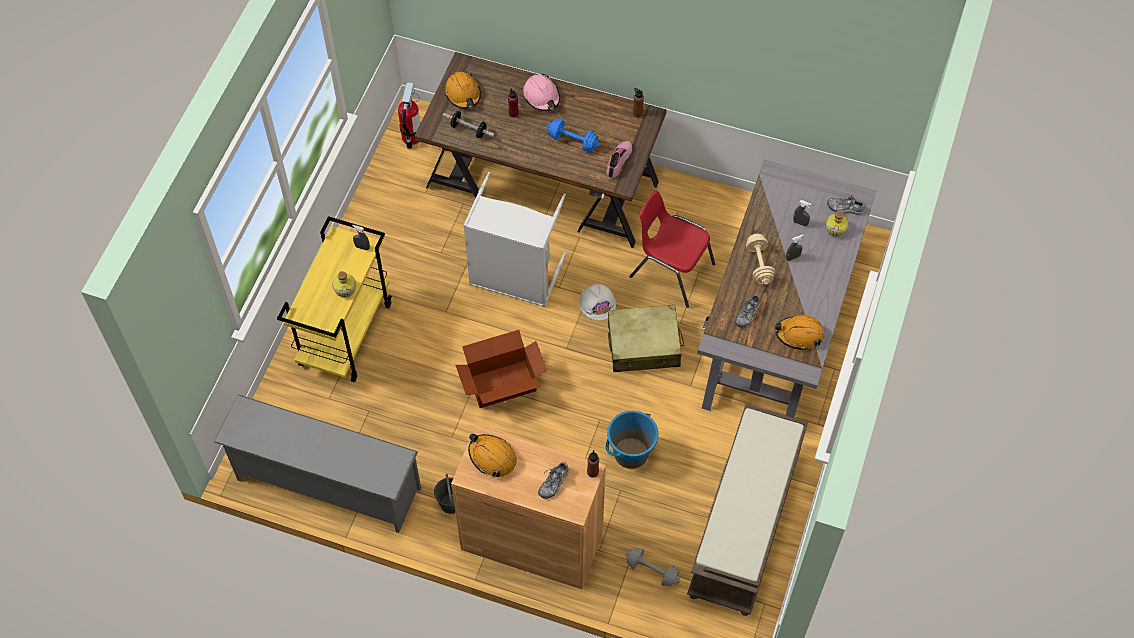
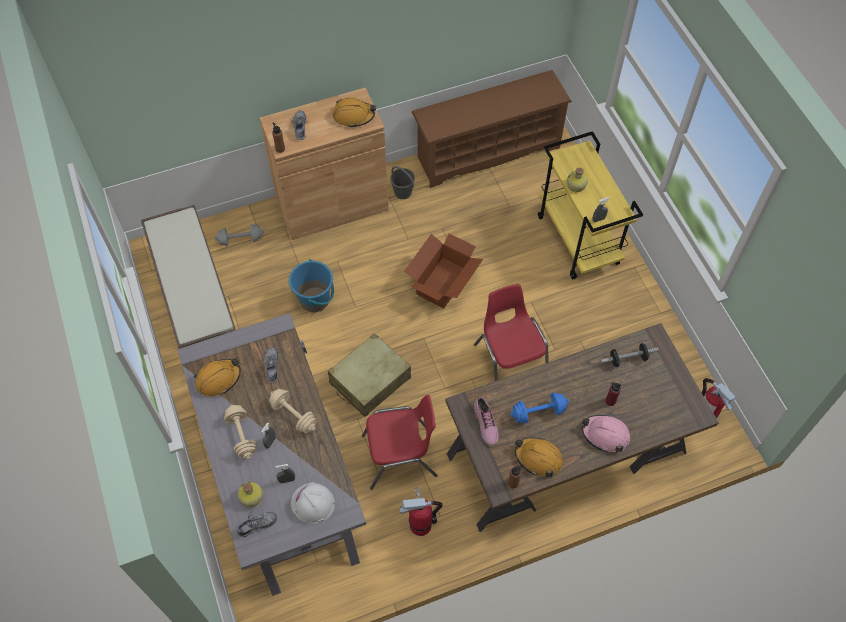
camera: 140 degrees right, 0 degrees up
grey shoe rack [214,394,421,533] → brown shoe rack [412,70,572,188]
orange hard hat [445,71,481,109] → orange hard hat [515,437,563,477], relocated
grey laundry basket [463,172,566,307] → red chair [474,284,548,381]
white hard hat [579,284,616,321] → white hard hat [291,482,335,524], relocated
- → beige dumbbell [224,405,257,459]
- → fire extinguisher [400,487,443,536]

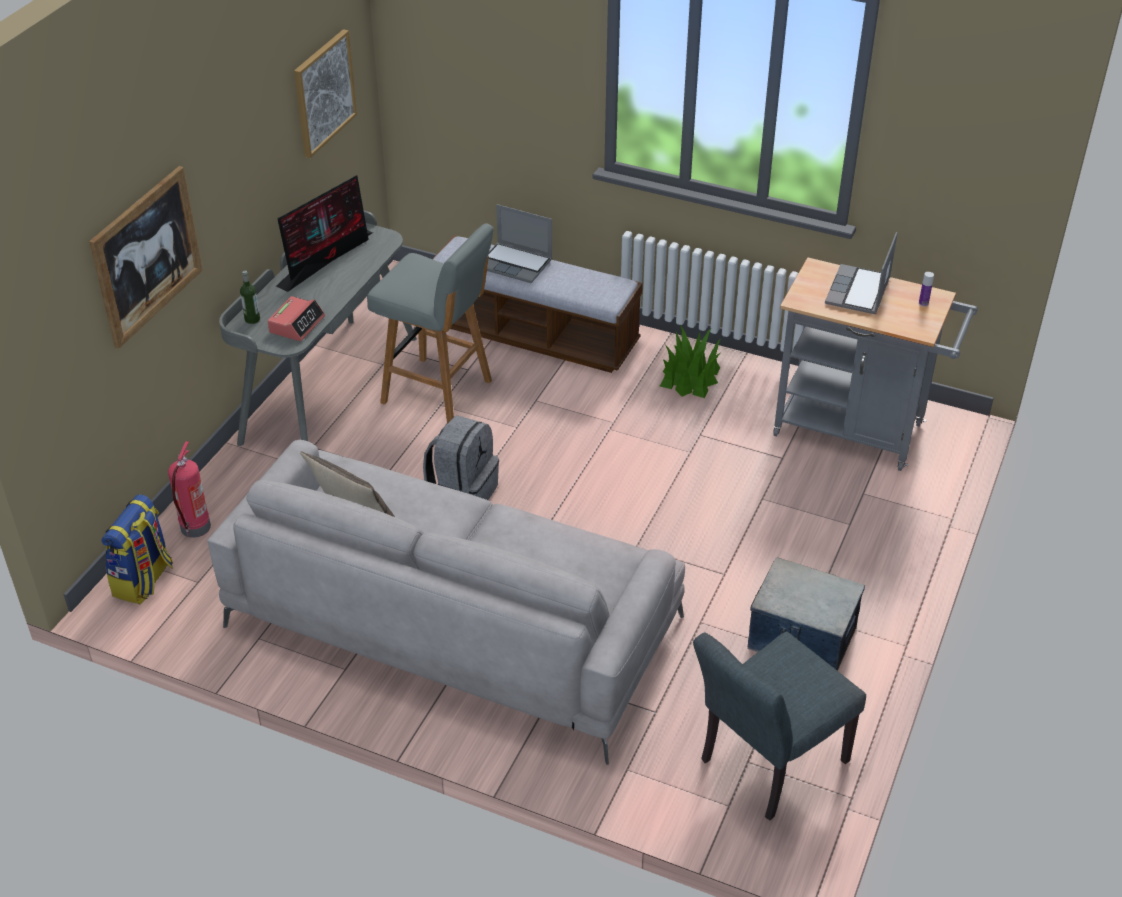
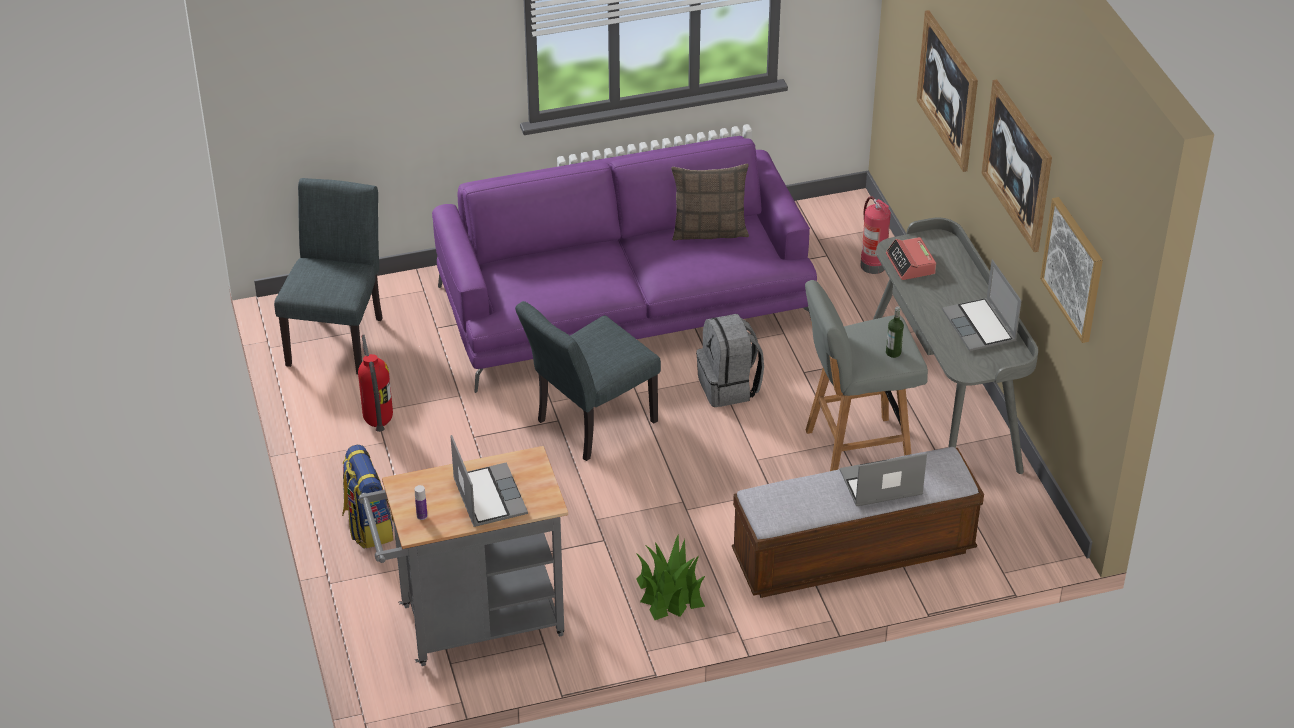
camera: 140 degrees right, 0 degrees up
backpack [101,494,173,604] → backpack [342,445,394,549], relocated
grey sofa [207,440,685,765] → purple sofa [432,136,817,393]
bottle [240,270,260,324] → bottle [886,306,904,358], relocated
monitor [276,175,373,292] → laptop [942,260,1022,351]
storage box [748,557,865,671] → fire extinguisher [358,335,393,432]
- → grey chair [515,301,661,461]
- → picture [981,79,1052,252]

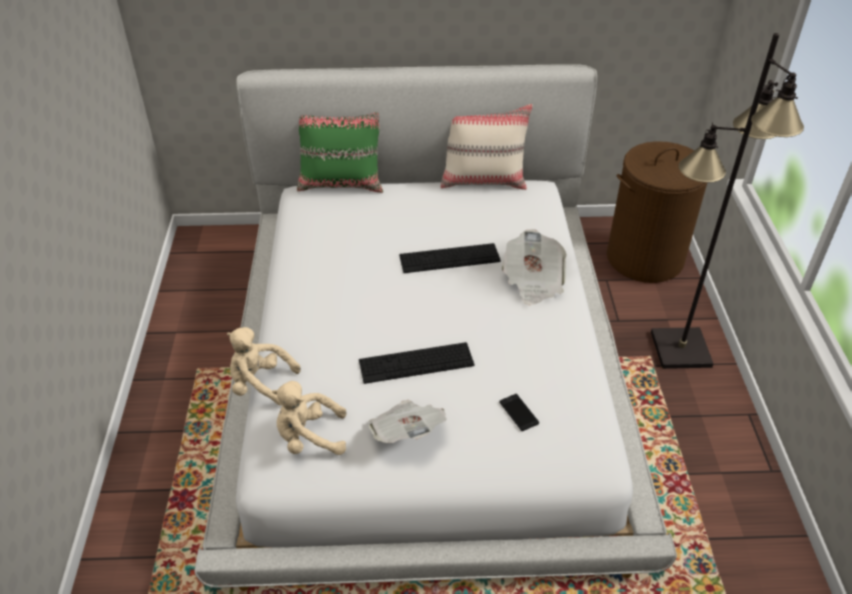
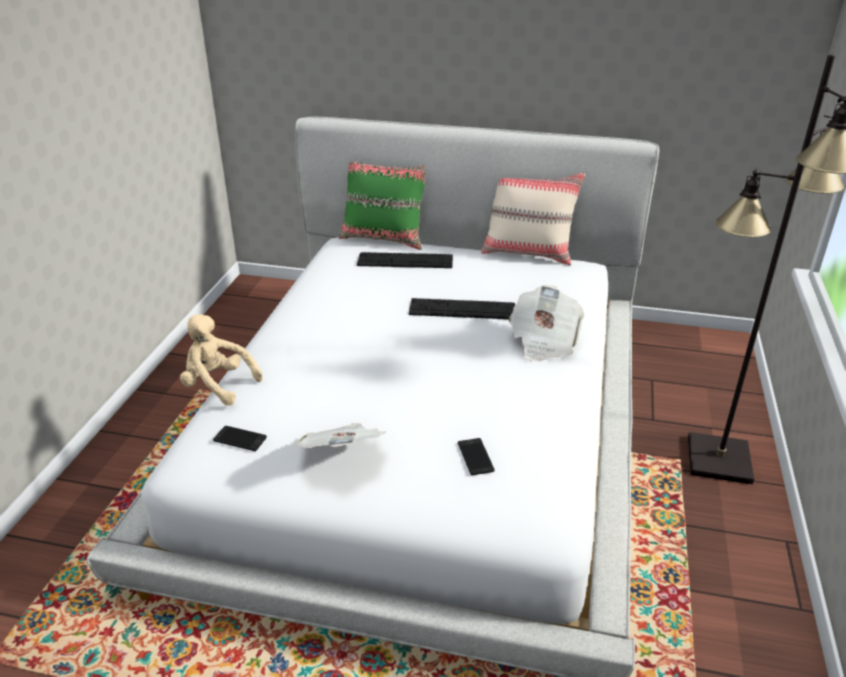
camera: 15 degrees right, 10 degrees down
beige plush toy [272,381,346,455] → phone [213,426,267,451]
keyboard [359,342,474,384] → keyboard [357,252,453,268], relocated
brown laundry basket [607,141,707,283] → -

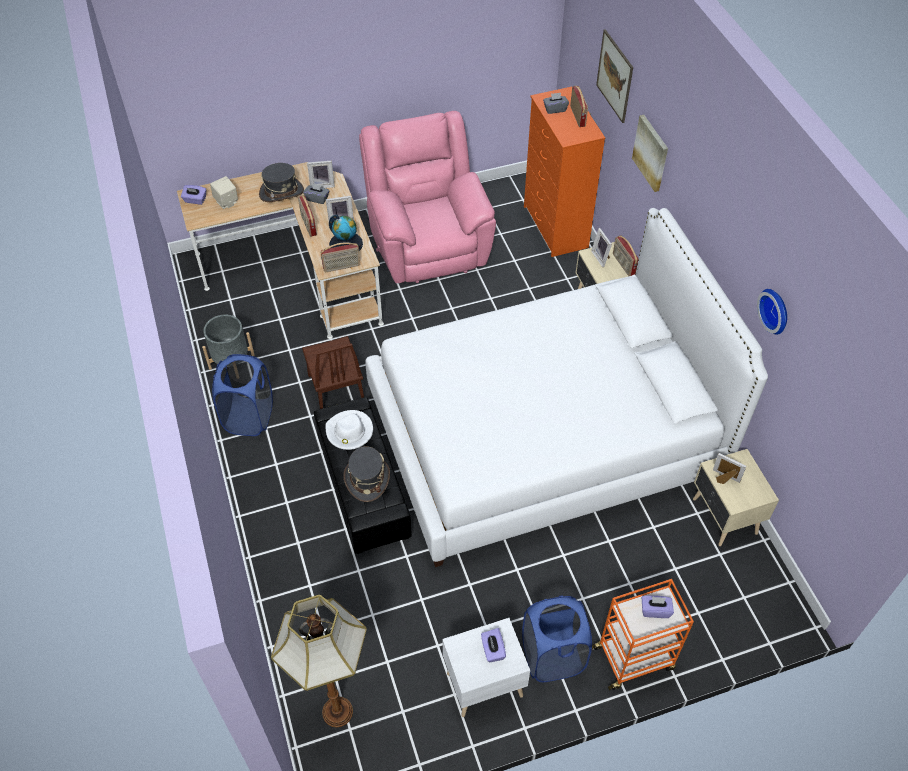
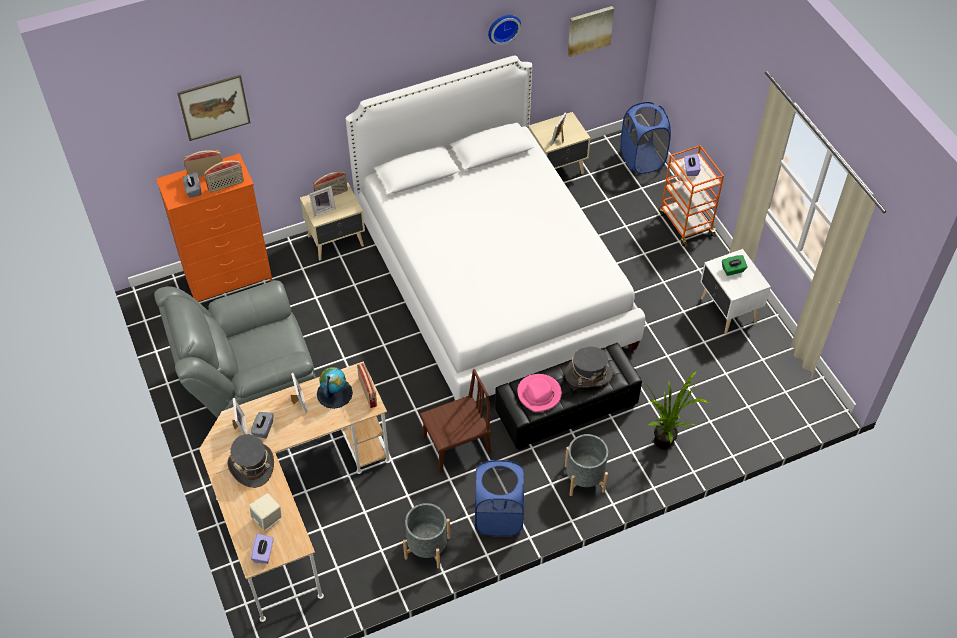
camera: 95 degrees left, 0 degrees up
floor lamp [271,595,367,727] → -
radio [298,195,317,237] → radio [204,160,244,193], relocated
white hat [326,410,373,450] → pink hat [517,374,562,412]
pink armchair [359,111,496,283] → grey armchair [154,280,316,419]
purple tissue box [481,628,506,663] → green tissue box [722,255,748,276]
blue laundry basket [522,596,592,682] → blue laundry basket [621,102,671,174], relocated
picture [632,115,668,192] → picture [568,6,614,57], relocated
- → grey planter [565,434,608,496]
- → potted plant [644,370,709,450]

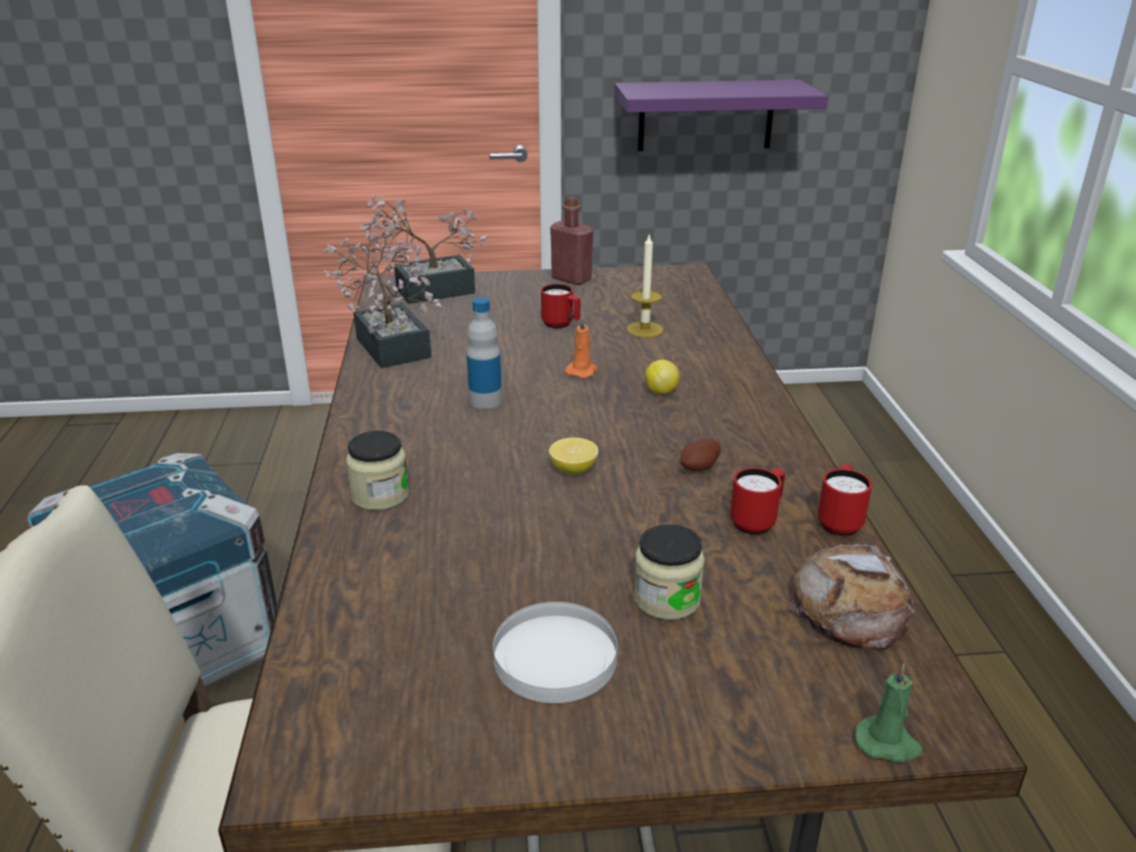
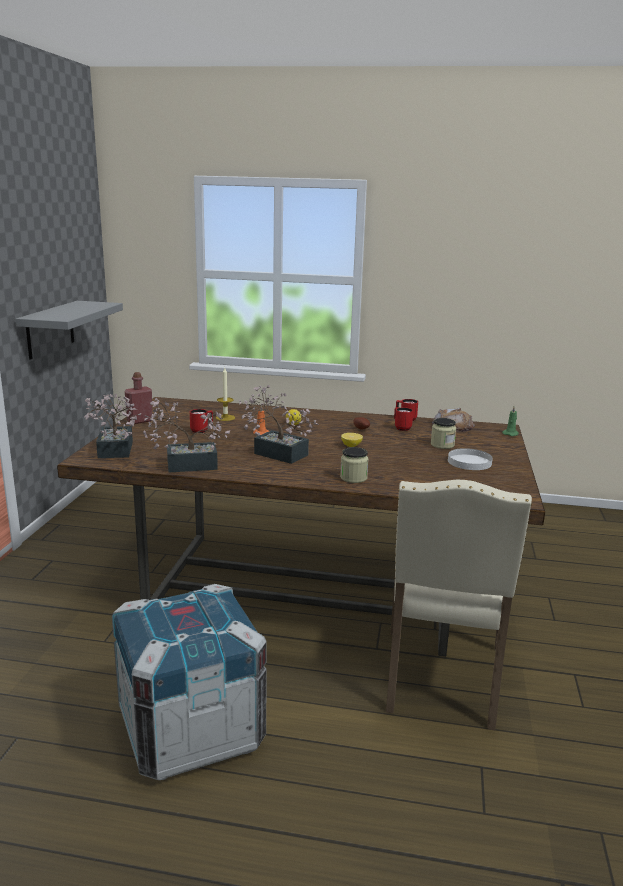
camera: 75 degrees left, 10 degrees down
bottle [467,297,502,409] → potted plant [239,385,319,464]
purple shelf [615,80,828,151] → grey shelf [15,301,123,360]

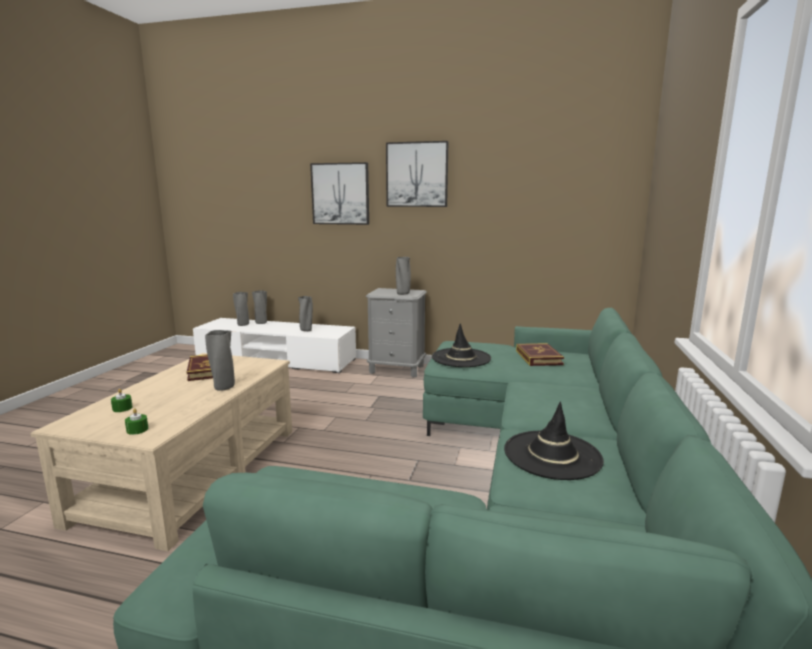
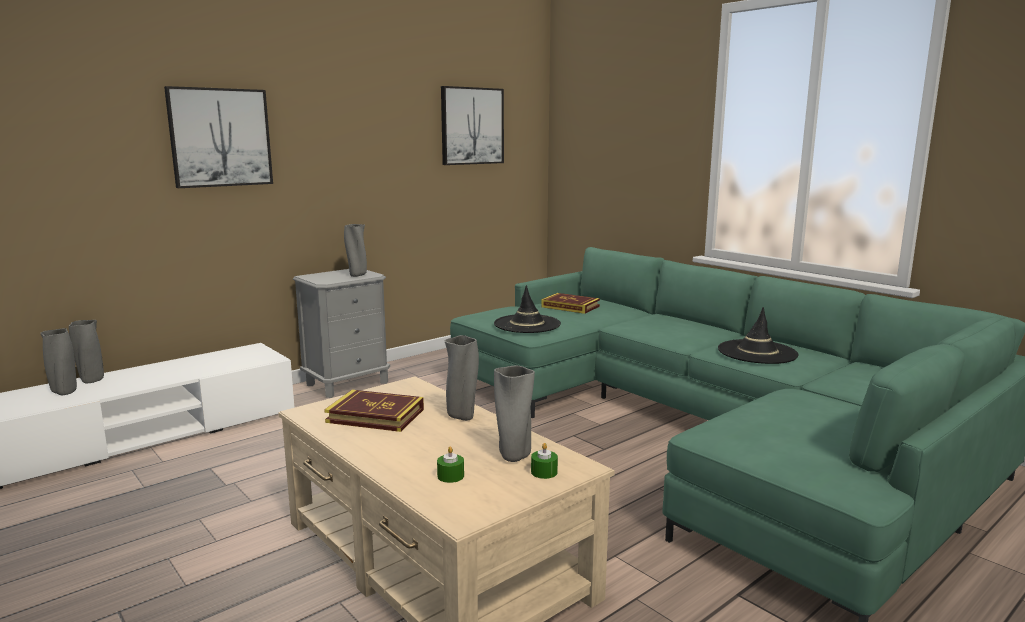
camera: 55 degrees left, 0 degrees up
grey vase [298,296,313,331] → grey vase [494,366,535,462], relocated
picture [386,141,449,207] → picture [441,86,504,165], relocated

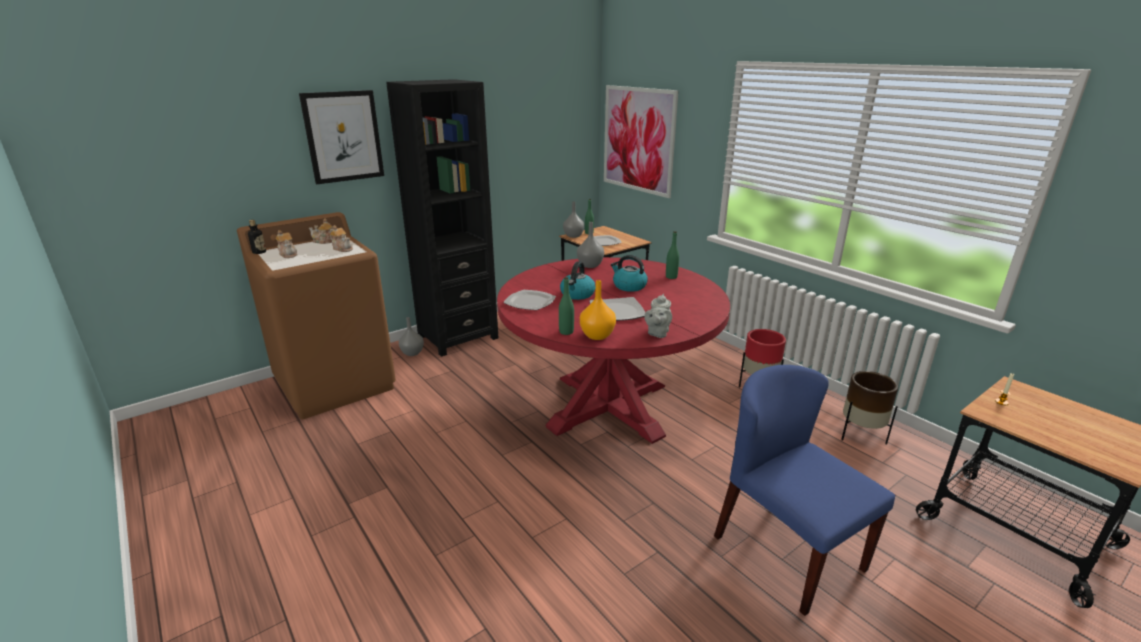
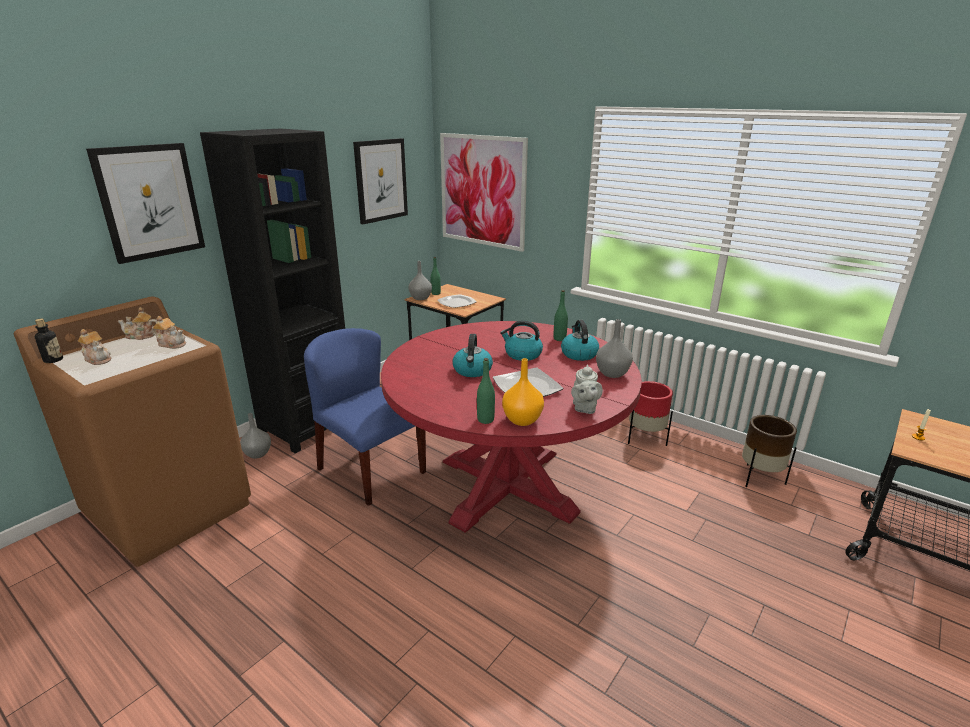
camera: 15 degrees left, 0 degrees up
plate [503,290,556,310] → -
grey vase [577,222,604,268] → grey vase [596,319,633,378], relocated
blue chair [714,365,895,616] → blue chair [304,328,426,506], relocated
- → picture [353,138,408,224]
- → kettle [561,320,599,361]

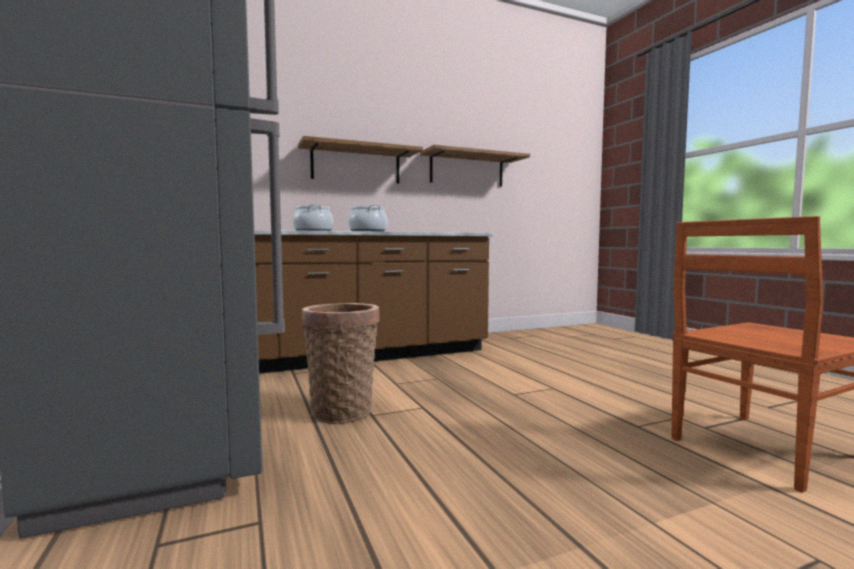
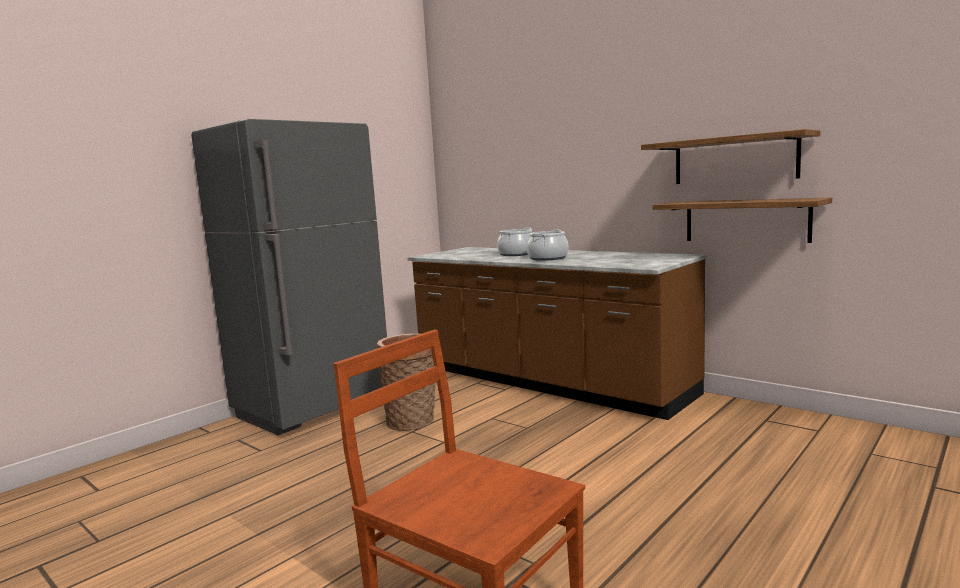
camera: 65 degrees right, 5 degrees up
shelf [298,136,423,184] → shelf [652,197,832,243], relocated

